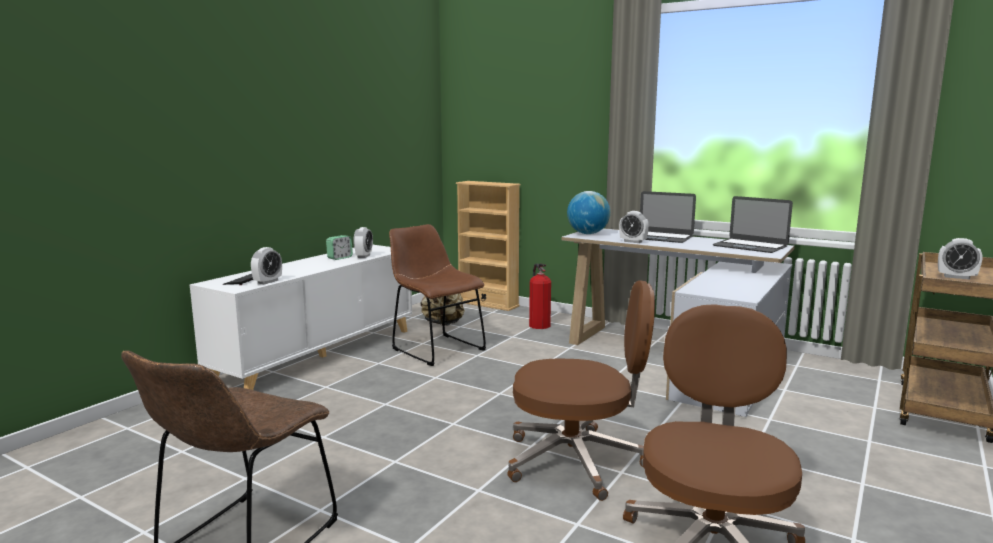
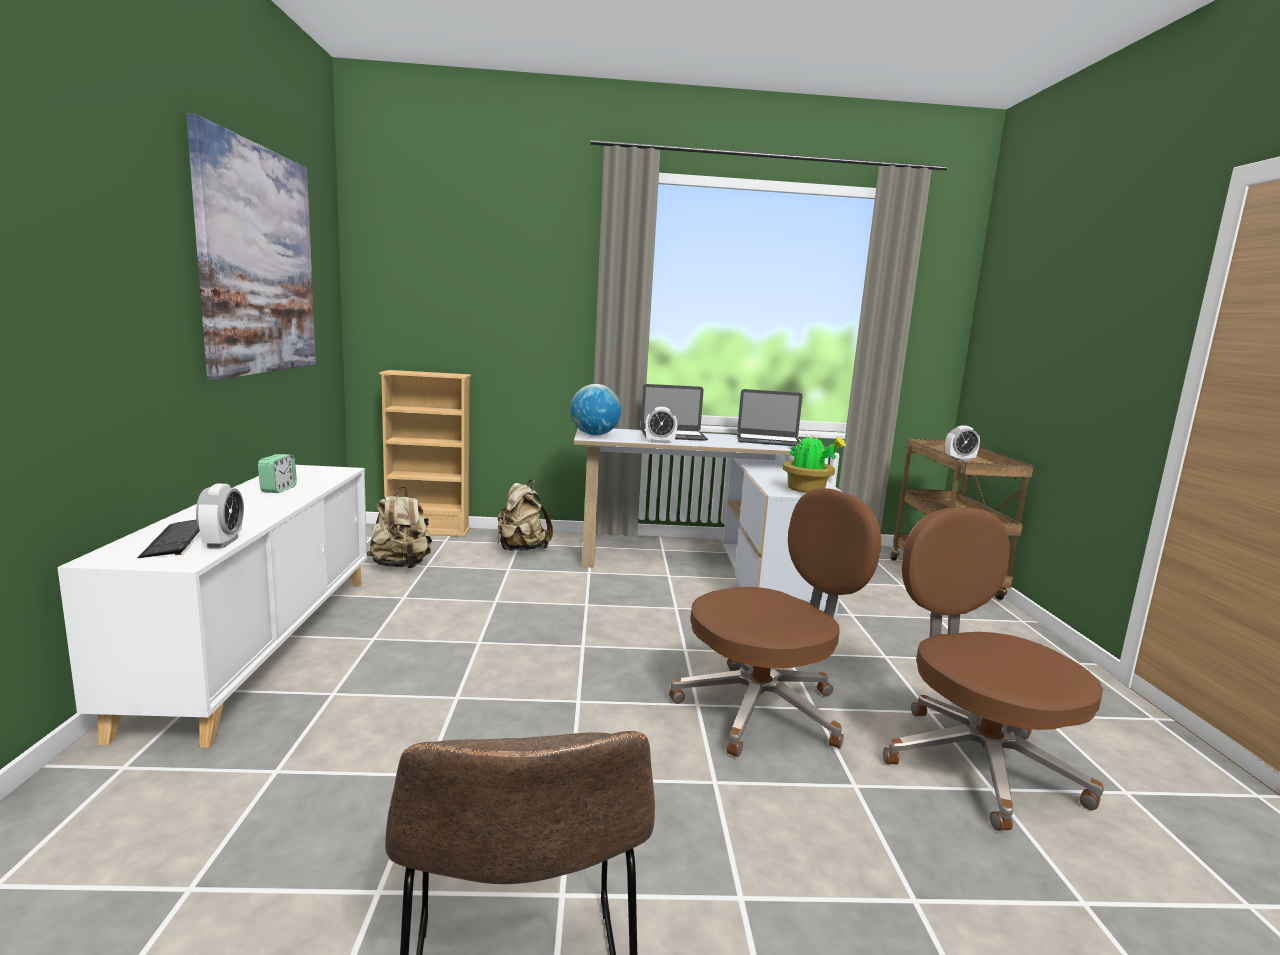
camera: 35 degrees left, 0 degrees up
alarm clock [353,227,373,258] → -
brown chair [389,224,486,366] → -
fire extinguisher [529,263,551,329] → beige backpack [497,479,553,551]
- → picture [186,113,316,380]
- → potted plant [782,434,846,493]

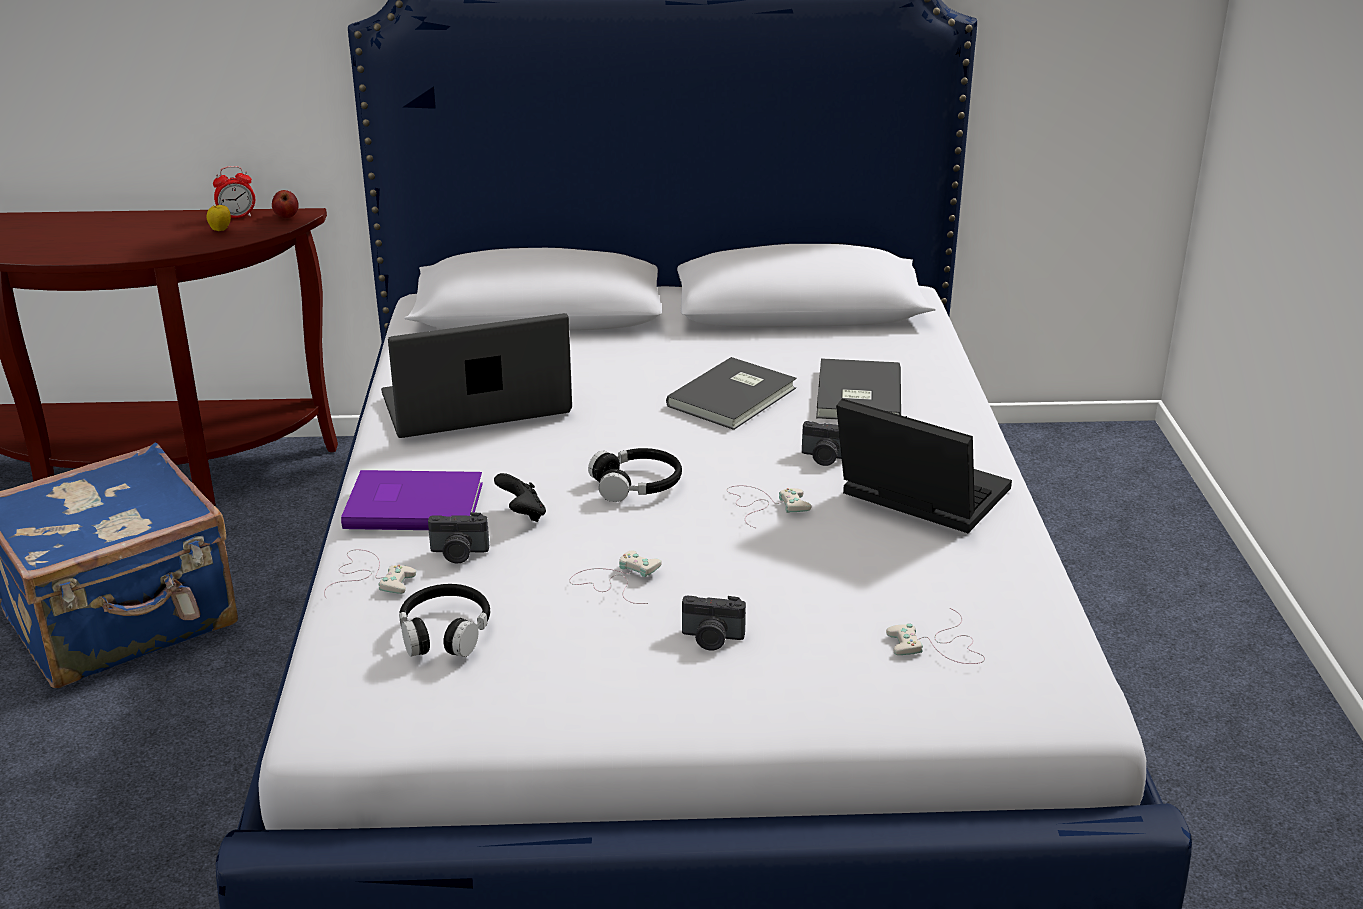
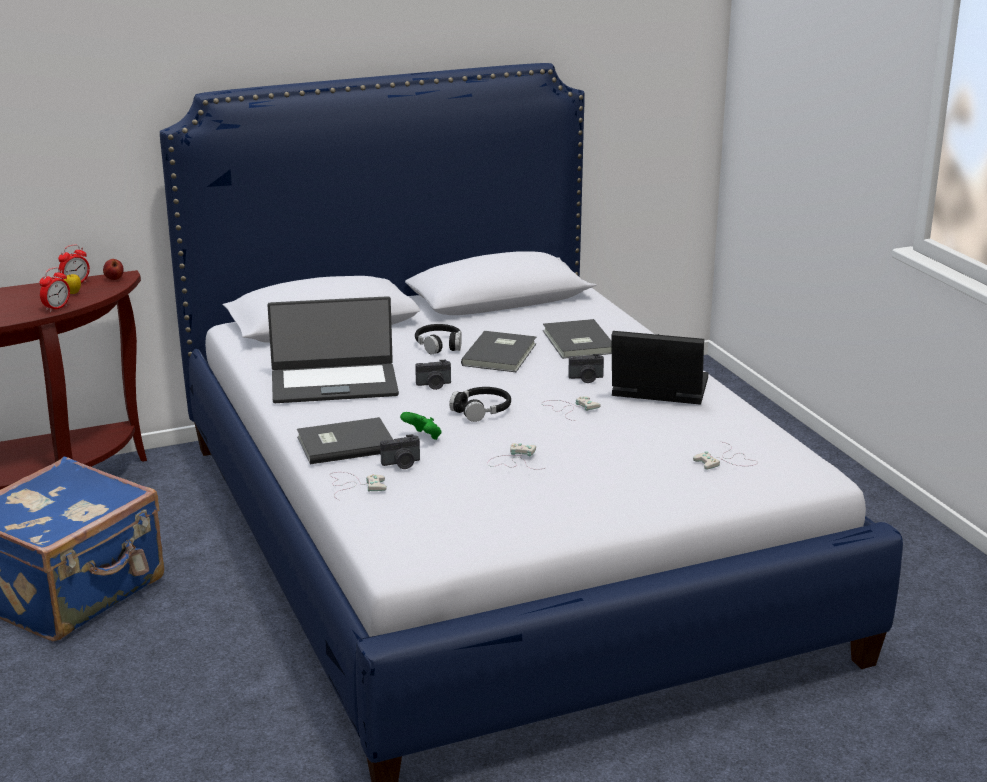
camera: 20 degrees left, 5 degrees down
purple book [341,470,483,530] → grey book [297,417,393,464]
laptop [381,313,572,438] → laptop [267,296,399,403], 150 degrees counterclockwise
black headphones [399,584,490,657] → black headphones [415,324,462,354], relocated
black game controller [494,473,546,522] → green game controller [400,412,442,440]
photo camera [682,596,746,650] → photo camera [415,360,451,390], relocated
- → alarm clock [40,267,70,312]

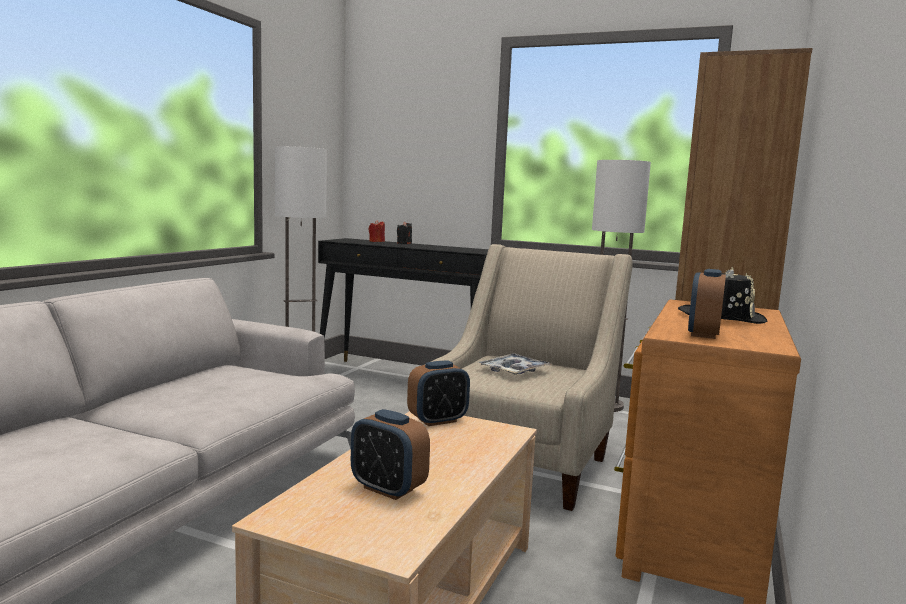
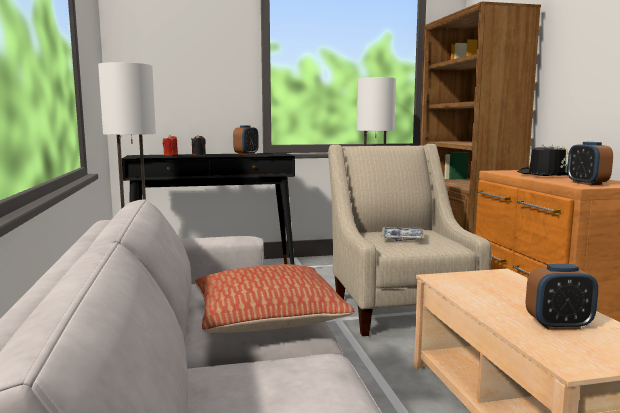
camera: 35 degrees left, 0 degrees up
alarm clock [407,361,470,426] → alarm clock [233,125,259,155], relocated
- → pillow [195,264,354,333]

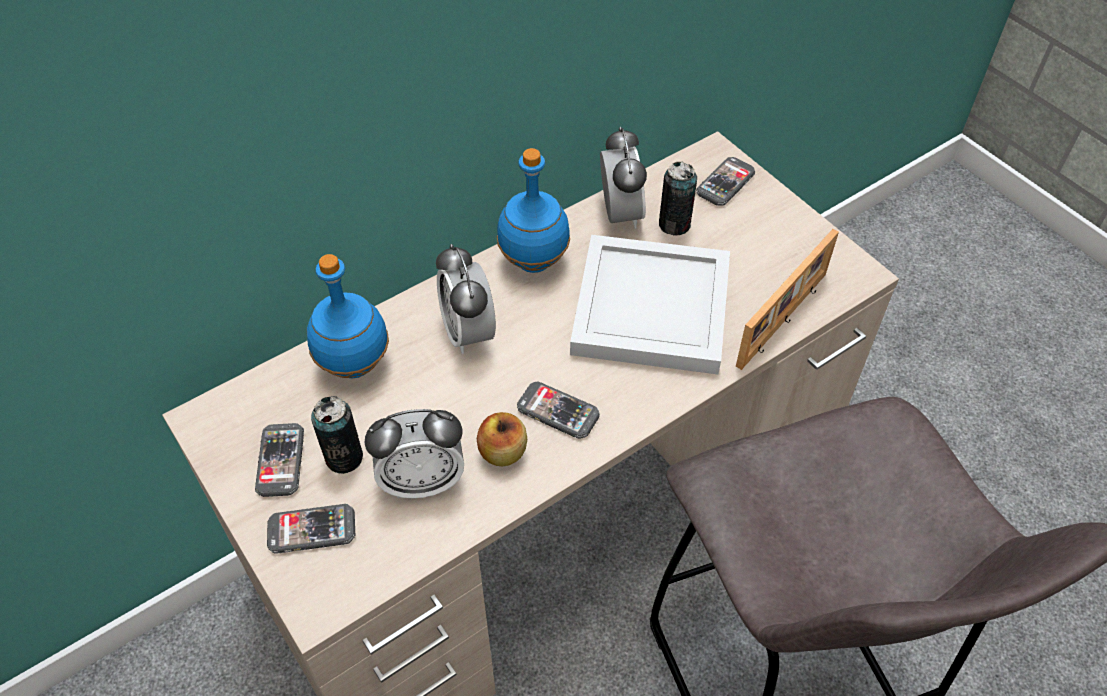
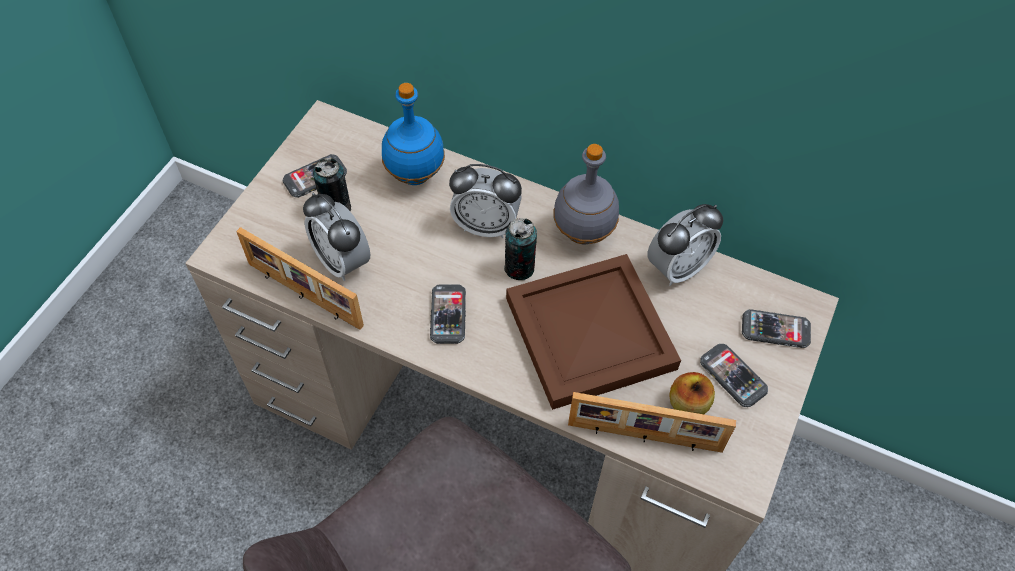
camera: 60 degrees right, 5 degrees up
phone [267,504,355,554] → phone [700,344,768,407], relocated
alarm clock [436,244,496,354] → alarm clock [449,164,522,238], 120 degrees counterclockwise
apple [477,412,527,466] → apple [669,372,715,414], relocated
blue bottle [497,148,570,273] → grey bottle [553,144,619,244]
white tray [570,235,730,374] → brown tray [506,254,681,410]
can [659,161,697,235] → can [504,218,537,280], relocated
- → picture frame [236,227,364,330]

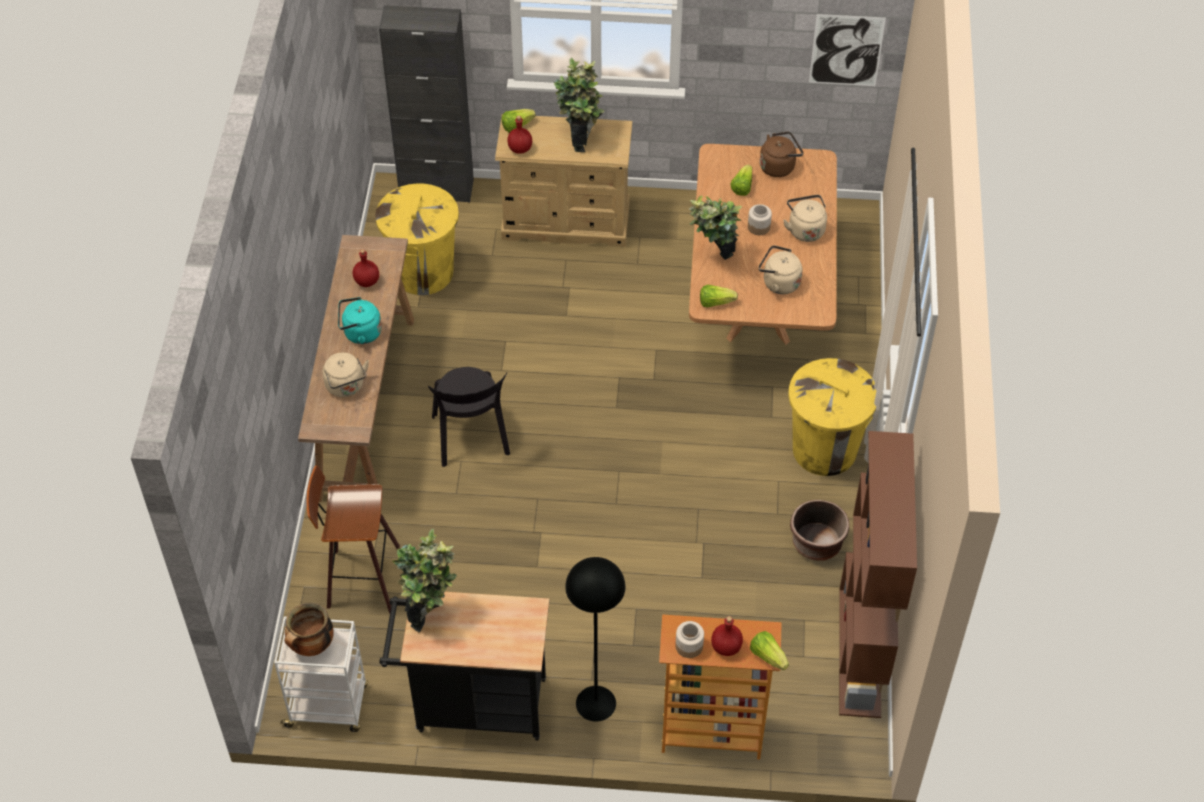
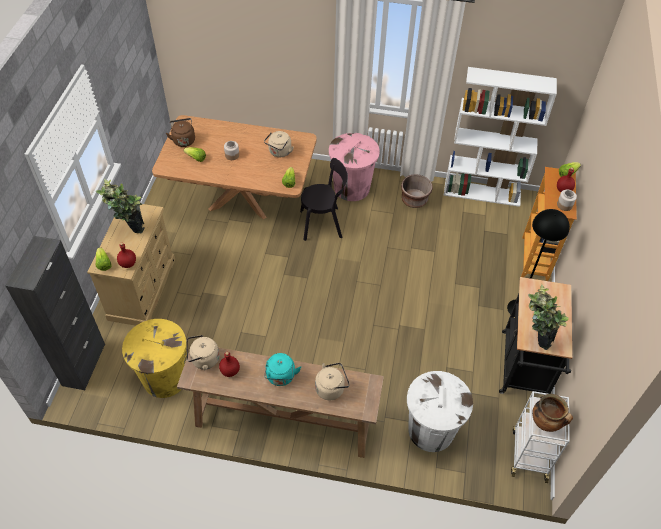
camera: 85 degrees left, 0 degrees up
stool [307,466,400,613] → white trash can [407,371,473,452]
black chair [428,367,510,467] → black chair [300,158,348,241], relocated
potted plant [689,196,742,260] → -
beige kettle [783,195,827,242] → beige kettle [187,335,220,370], relocated
yellow trash can [788,358,877,476] → pink trash can [329,133,380,201]
picture [809,14,886,86] → -
brown bookcase [839,431,917,718] → white bookcase [444,67,557,207]

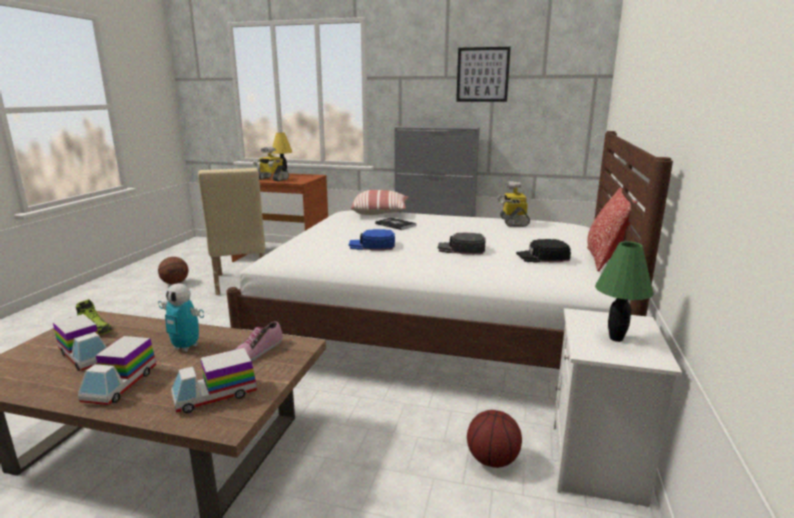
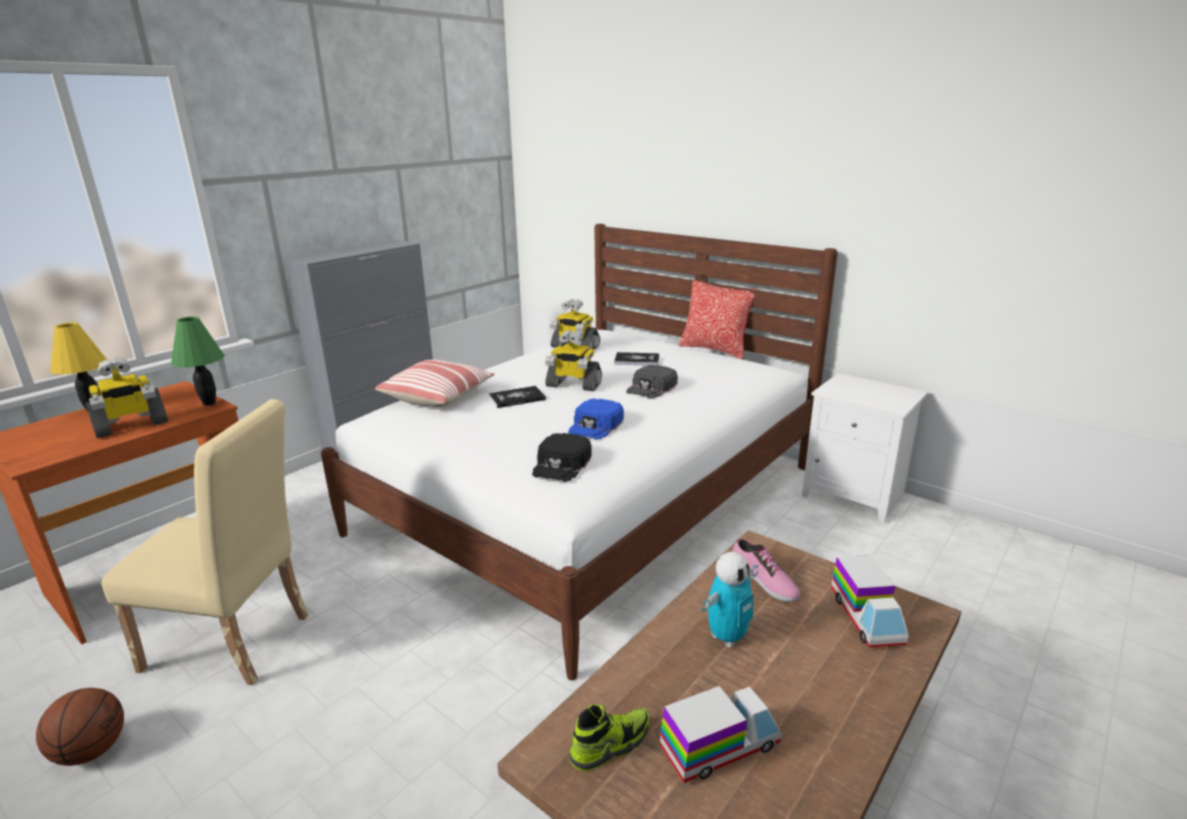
camera: 65 degrees left, 5 degrees up
toy truck [78,336,156,405] → -
picture [456,47,511,102] → -
basketball [467,410,522,468] → -
black cap [516,239,571,263] → black cap [532,433,592,482], relocated
green table lamp [595,241,653,342] → green table lamp [171,316,224,406], relocated
- → toy robot [545,330,602,391]
- → book [614,352,659,365]

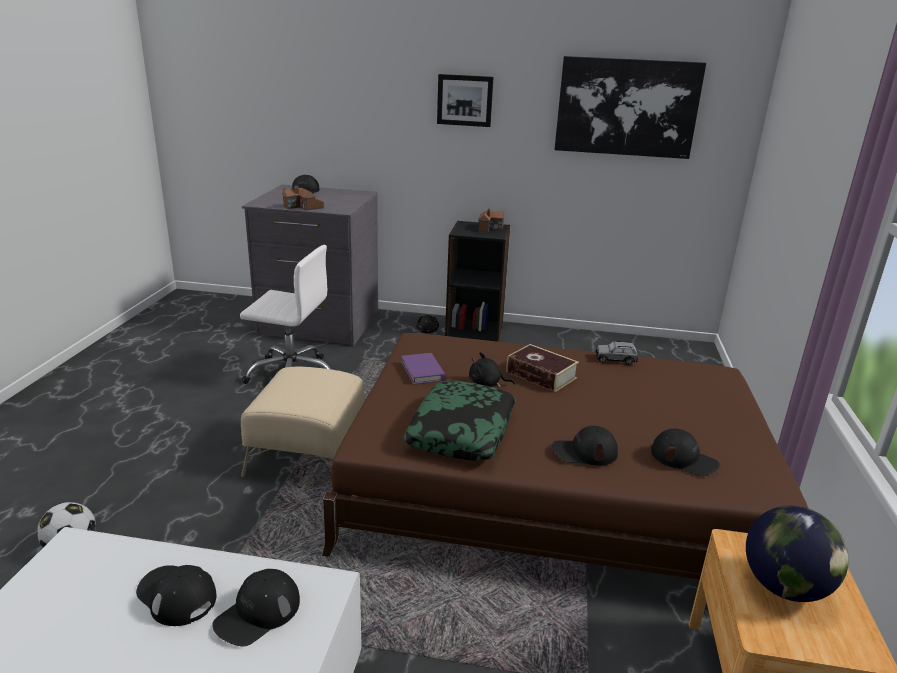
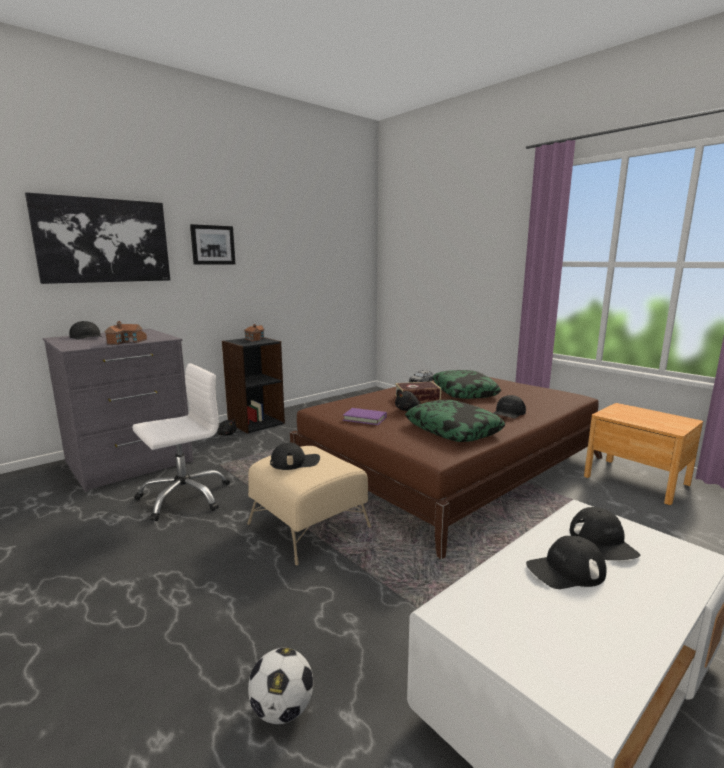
camera: 50 degrees left, 10 degrees down
picture [555,56,706,159] → picture [25,192,170,284], relocated
black cap [651,428,720,476] → black cap [270,442,320,470], relocated
globe [746,506,849,602] → -
- → pillow [432,370,501,399]

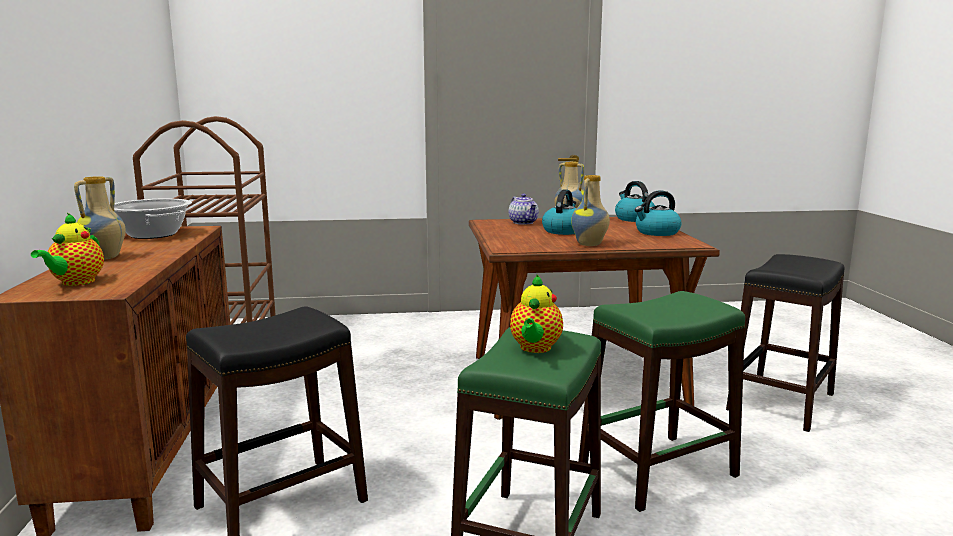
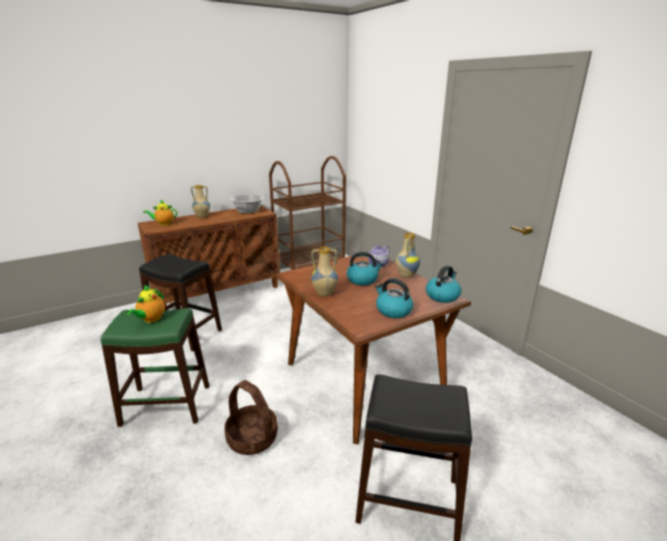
camera: 65 degrees right, 10 degrees up
teapot [510,275,563,353] → teapot [126,285,165,323], 60 degrees counterclockwise
green stool [578,291,745,512] → basket [224,380,278,455]

